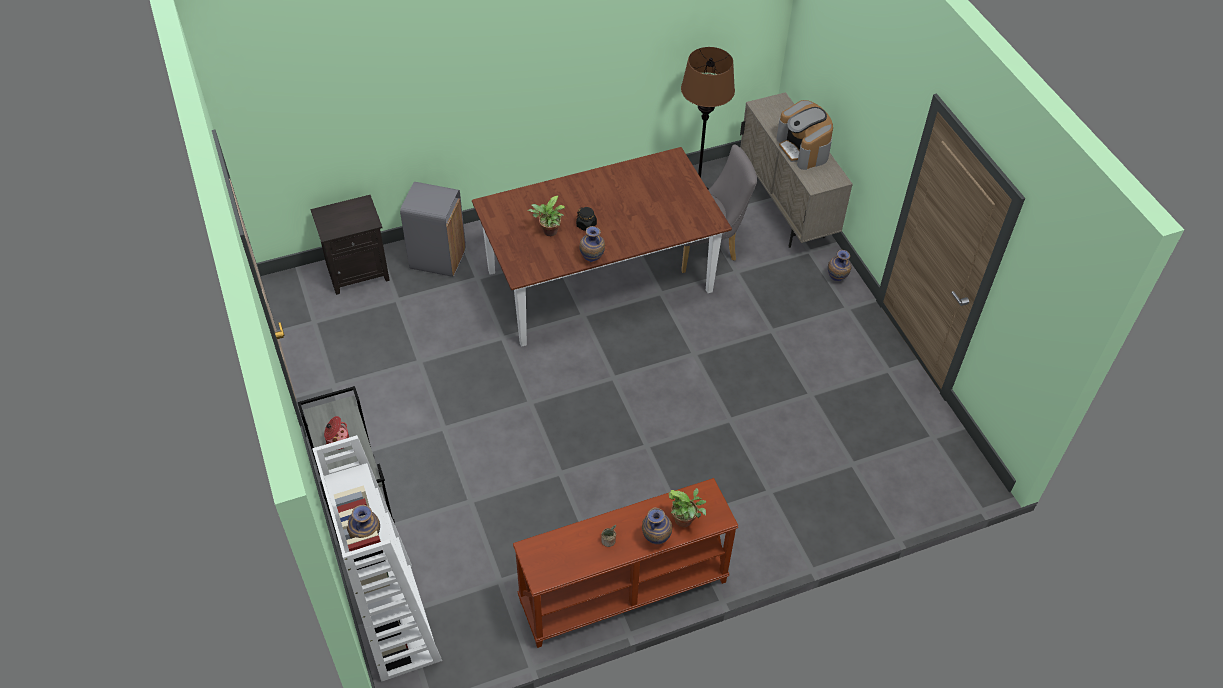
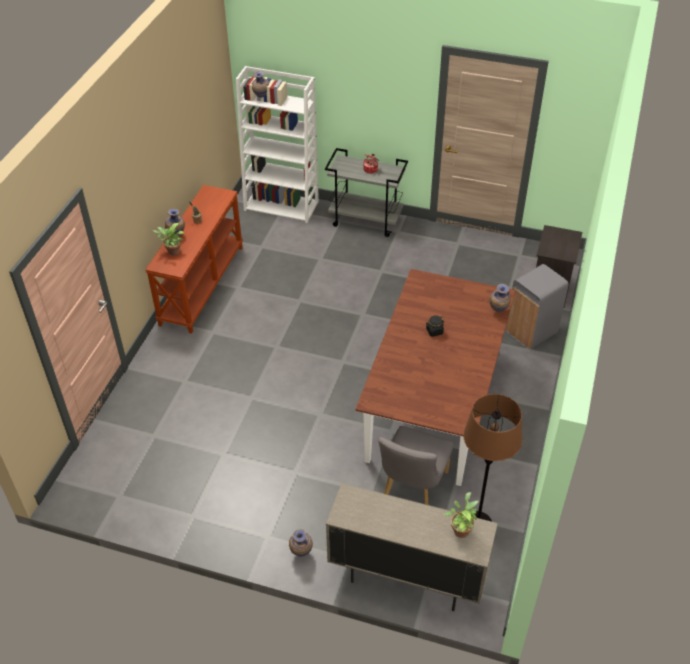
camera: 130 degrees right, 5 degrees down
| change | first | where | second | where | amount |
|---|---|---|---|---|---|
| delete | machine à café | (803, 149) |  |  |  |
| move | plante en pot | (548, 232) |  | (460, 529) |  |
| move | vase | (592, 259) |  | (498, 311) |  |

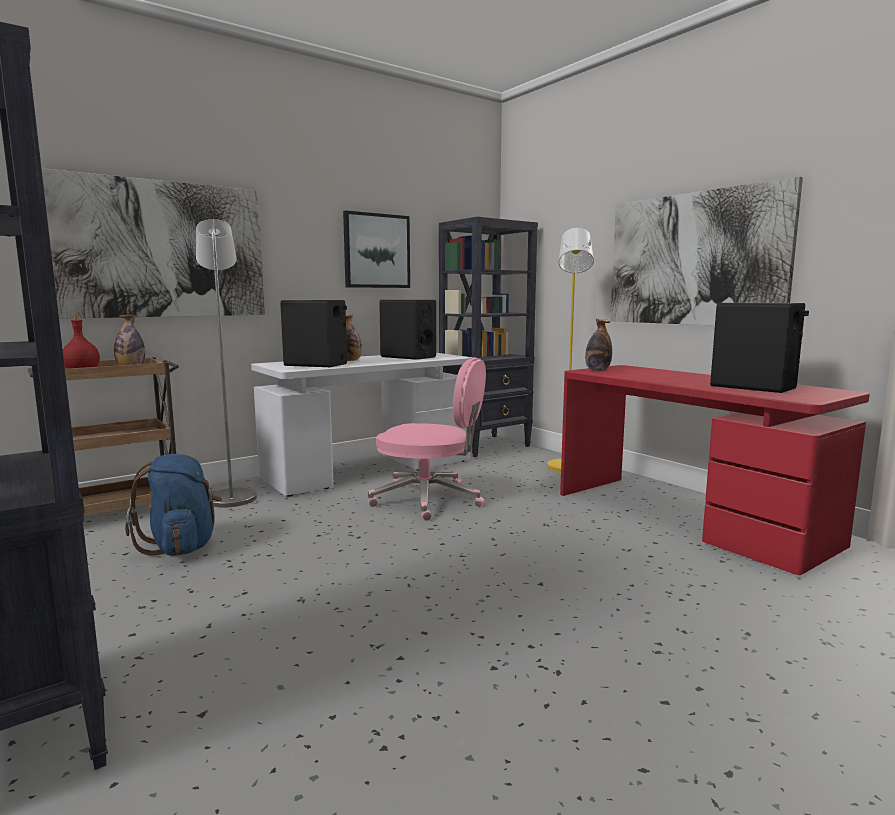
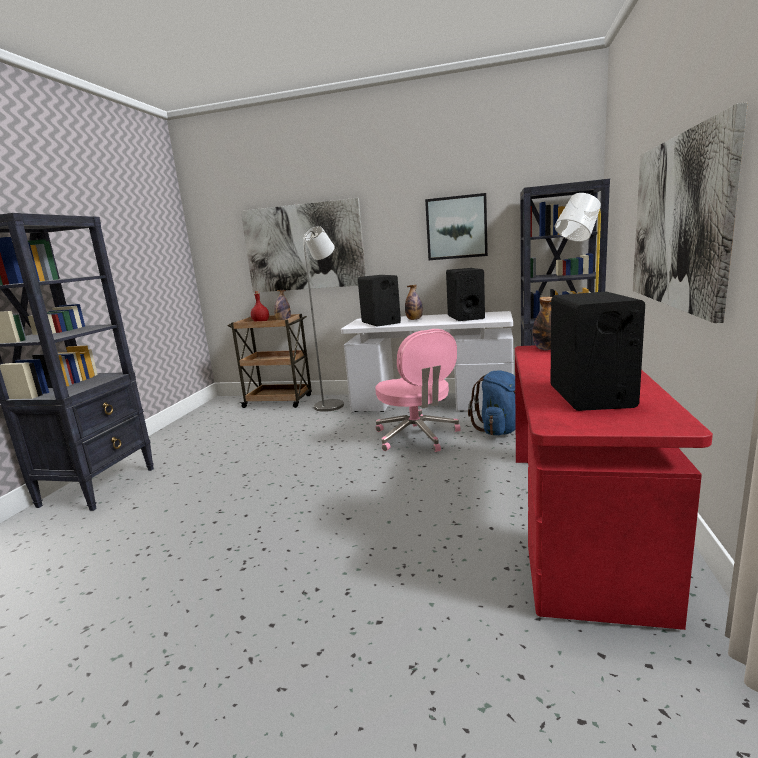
camera: 50 degrees right, 5 degrees up
| change | first | where | second | where | amount |
|---|---|---|---|---|---|
| move | sac à dos [bleu] | (181, 546) |  | (500, 430) |  |

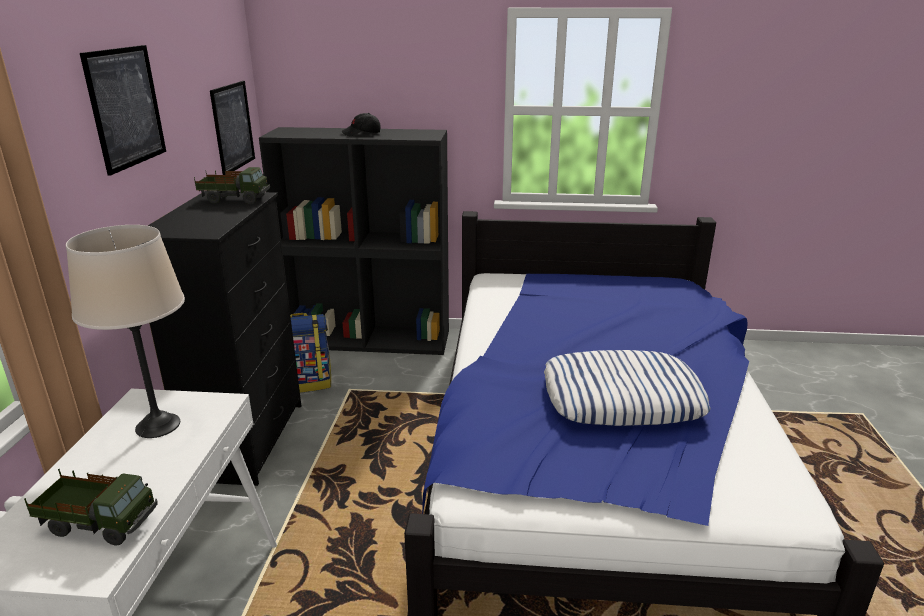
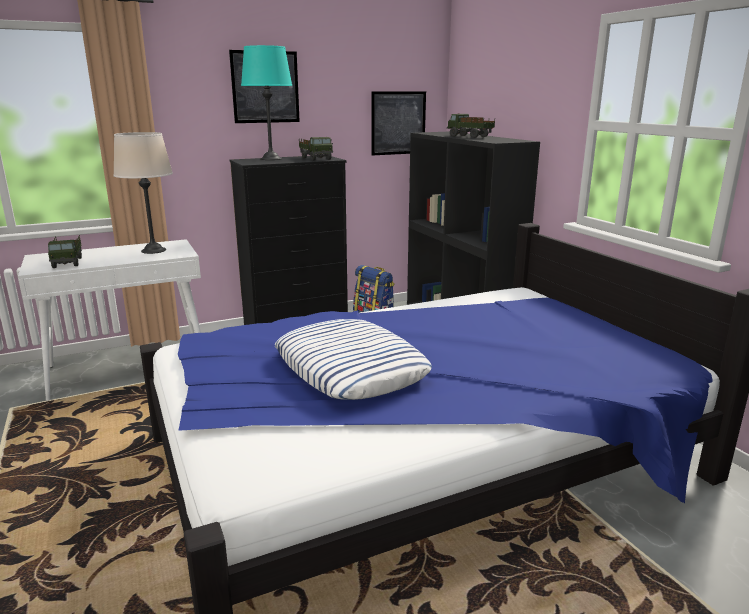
camera: 60 degrees right, 5 degrees down
| change | first | where | second | where | amount |
|---|---|---|---|---|---|
| insert |  |  | lampe de table [turquoise] | (271, 159) |  |
| replace | casquette [noir] | (361, 134) | camion jouet | (469, 136) |  |

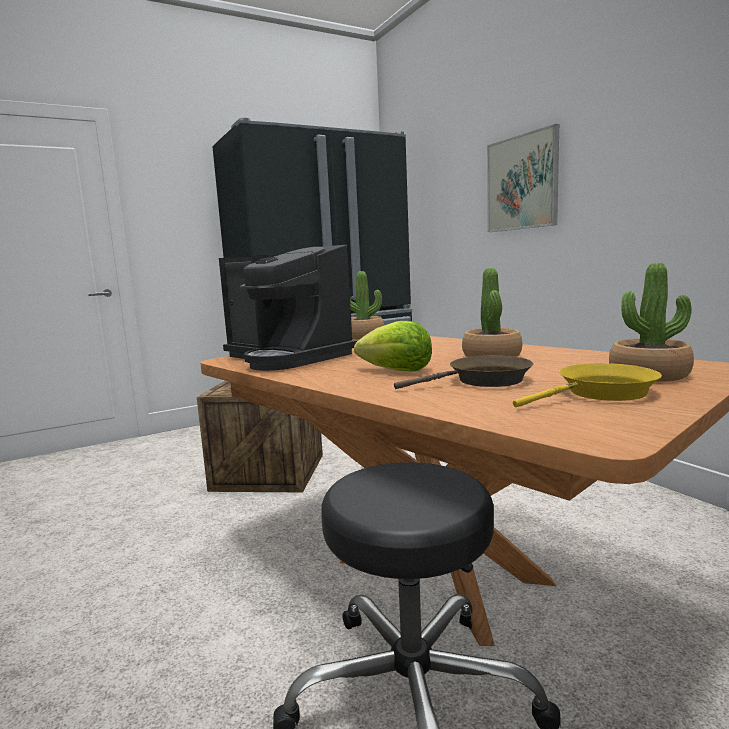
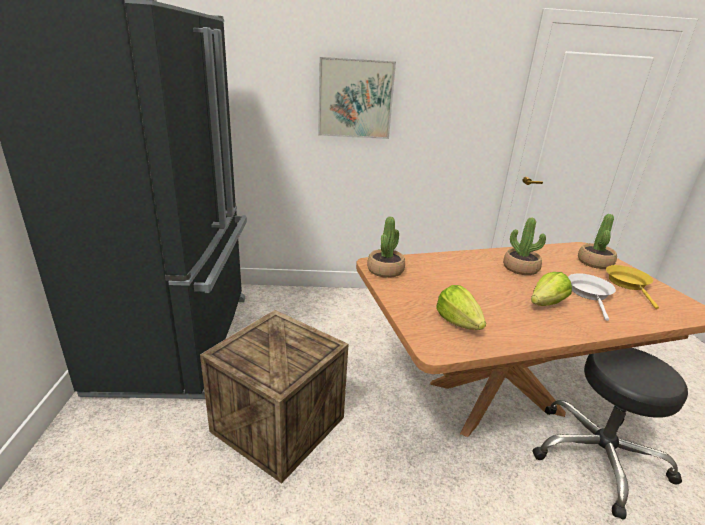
camera: 65 degrees left, 15 degrees up
| change | first | where | second | where | amount |
|---|---|---|---|---|---|
| replace | machine à café | (288, 358) | laitue | (458, 322) |  |
| recolor | poêle [marron] | (483, 381) | poêle [blanc] | (590, 294) |  |

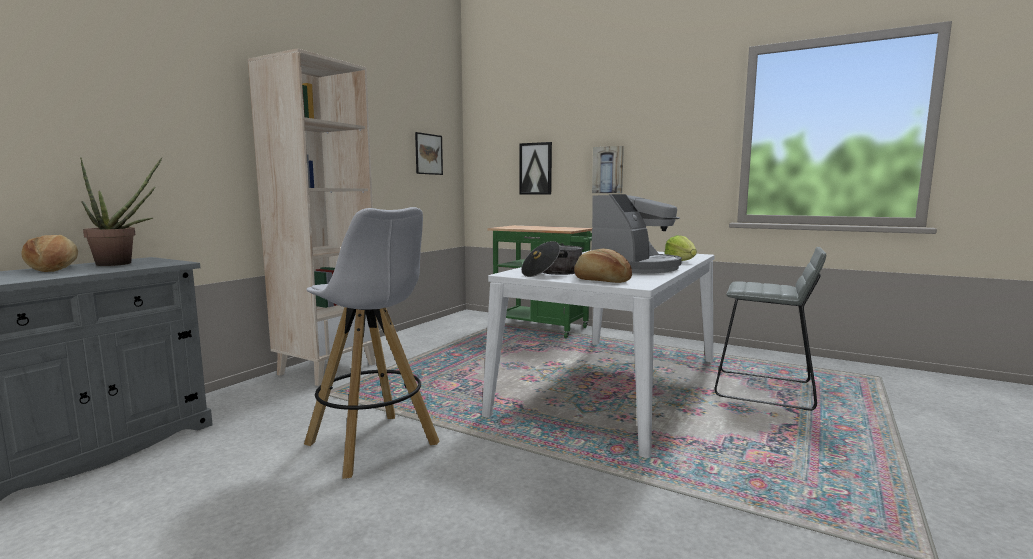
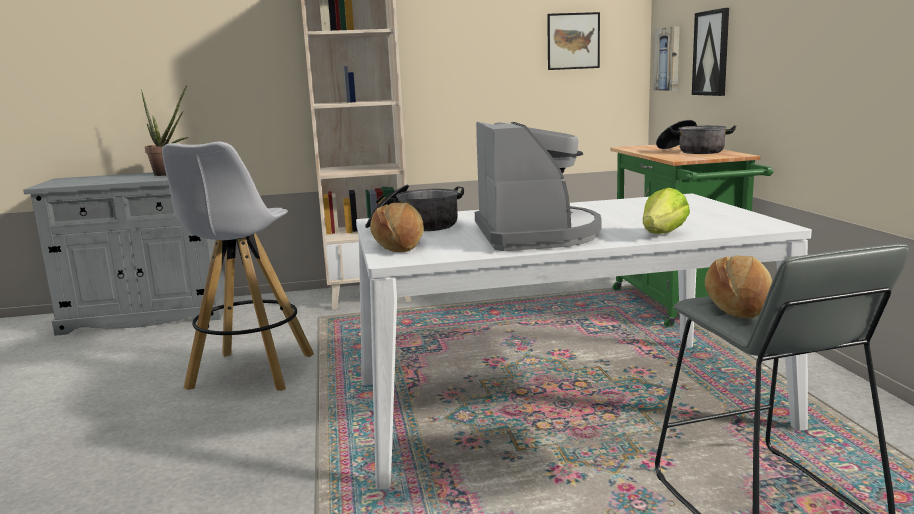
camera: 50 degrees right, 5 degrees up
| change | first | where | second | where | amount |
|---|---|---|---|---|---|
| insert |  |  | marmite | (692, 151) |  |
| move | pain | (55, 269) |  | (739, 306) |  |
| move | tableau | (608, 170) |  | (668, 59) |  |
| rotate | machine à café | (635, 268) |  | (536, 234) | 90 degrees counterclockwise |

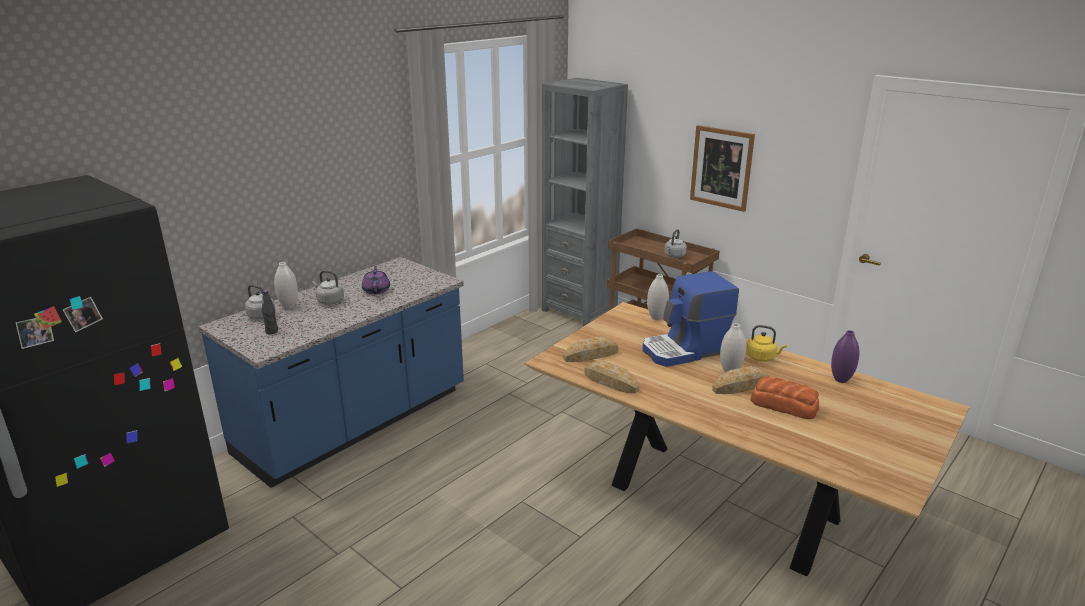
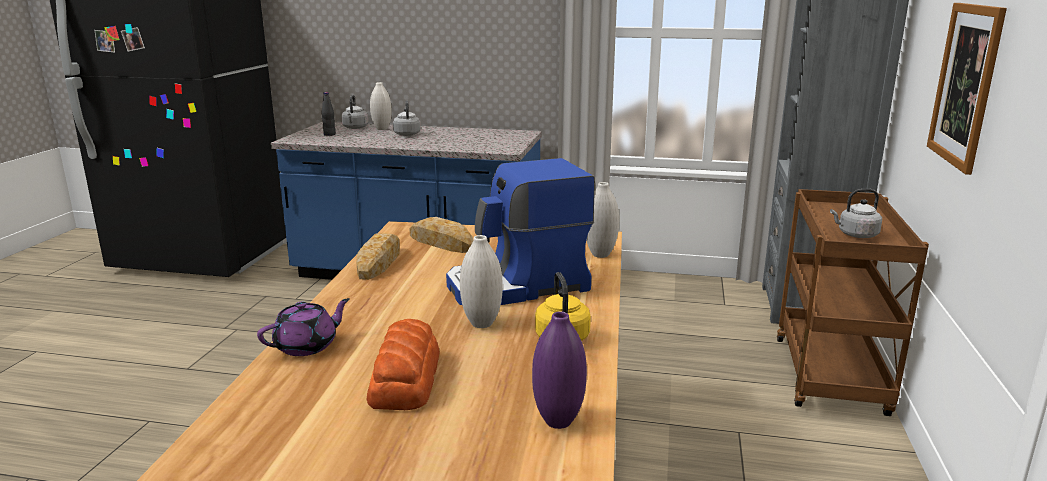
camera: 60 degrees right, 5 degrees down
| change | first | where | second | where | amount |
|---|---|---|---|---|---|
| delete | pain | (740, 386) |  |  |  |
| move | théière [violet] | (376, 290) |  | (307, 346) |  |
| rotate | machine à café | (686, 350) |  | (519, 286) | 60 degrees counterclockwise |

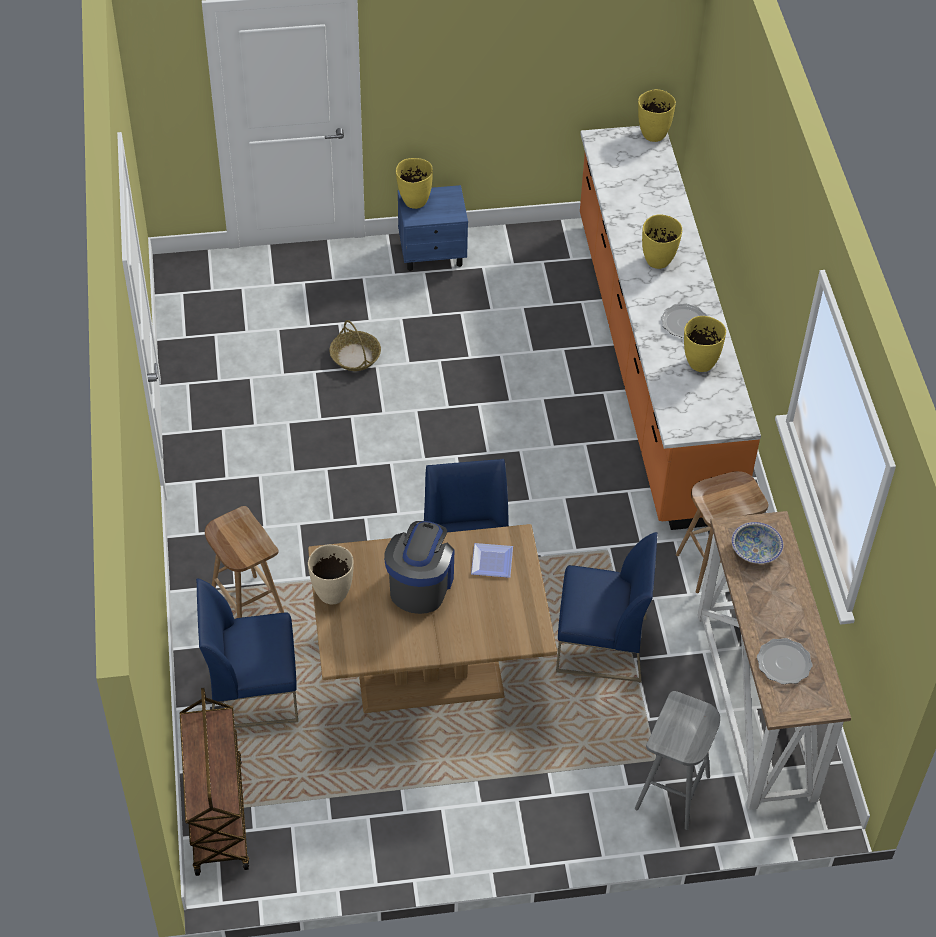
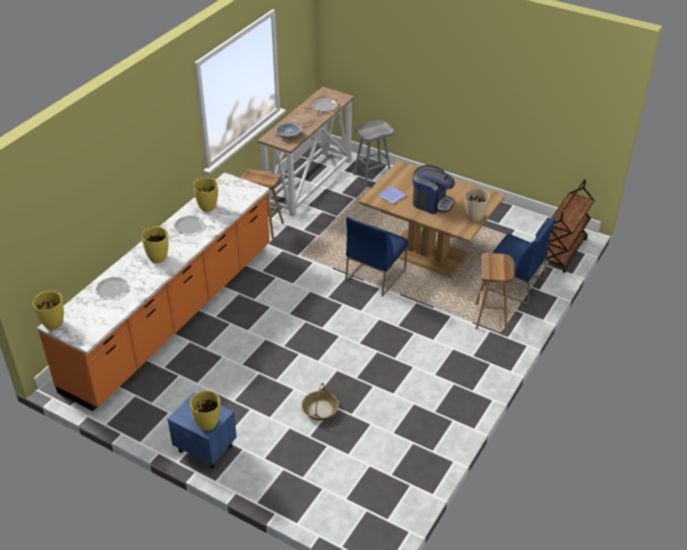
camera: 140 degrees left, 10 degrees down
| change | first | where | second | where | amount |
|---|---|---|---|---|---|
| delete | chaise [bleu] | (600, 645) |  |  |  |
| insert |  |  | assiette | (112, 289) |  |
| rotate | machine à café | (420, 584) |  | (431, 203) | 120 degrees counterclockwise |

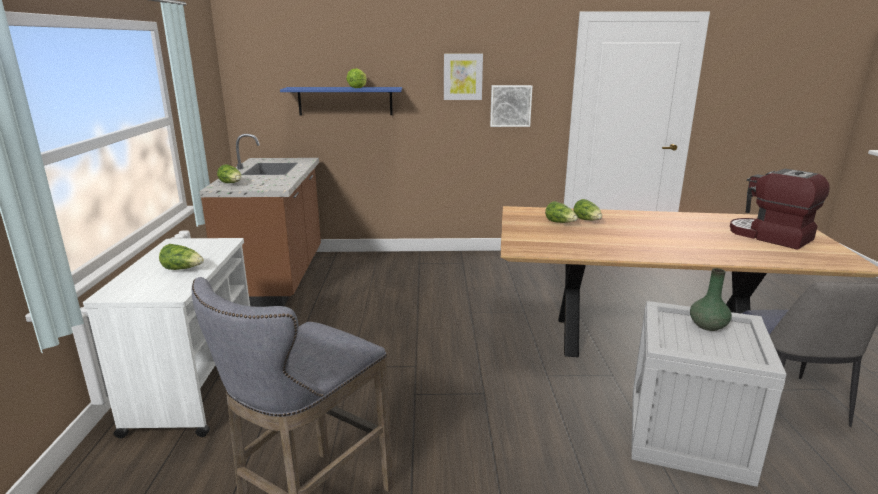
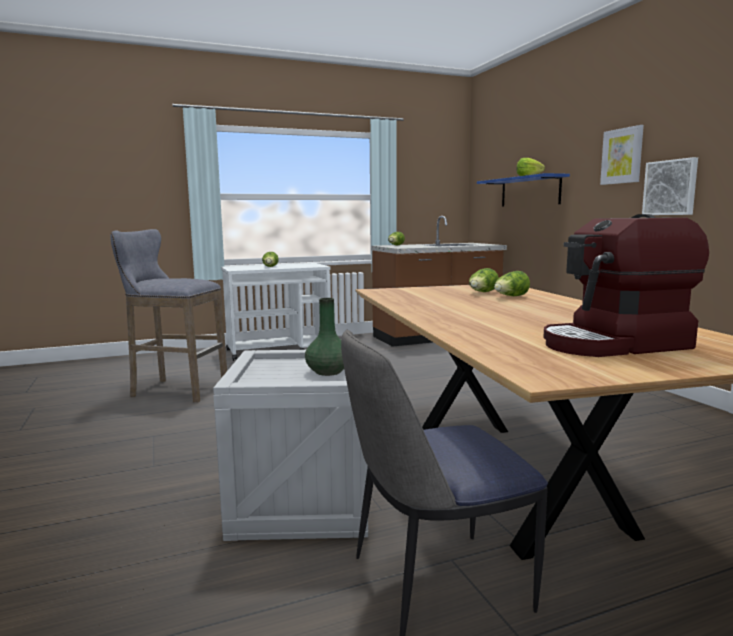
camera: 70 degrees right, 10 degrees down
| change | first | where | second | where | amount |
|---|---|---|---|---|---|
| rotate | machine à café | (770, 236) |  | (615, 344) | 135 degrees counterclockwise |

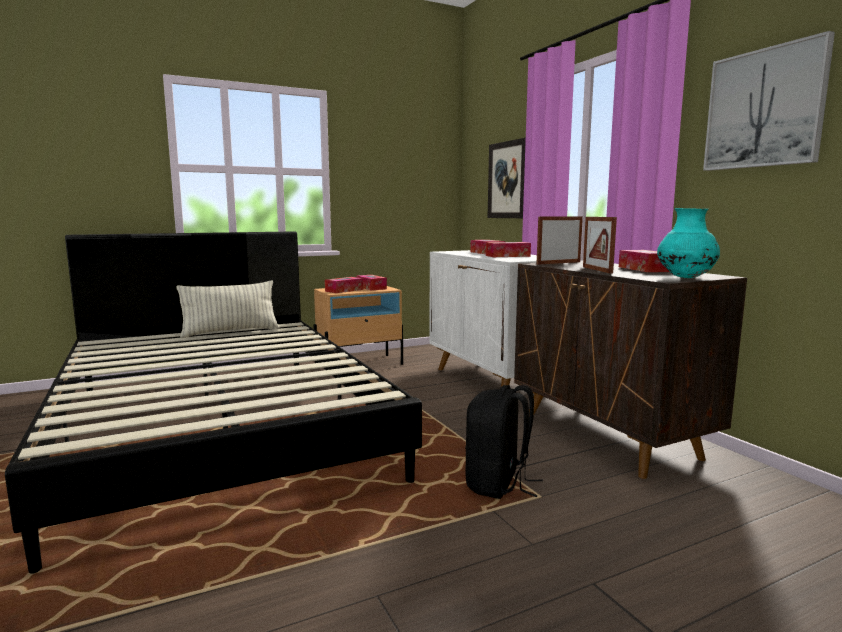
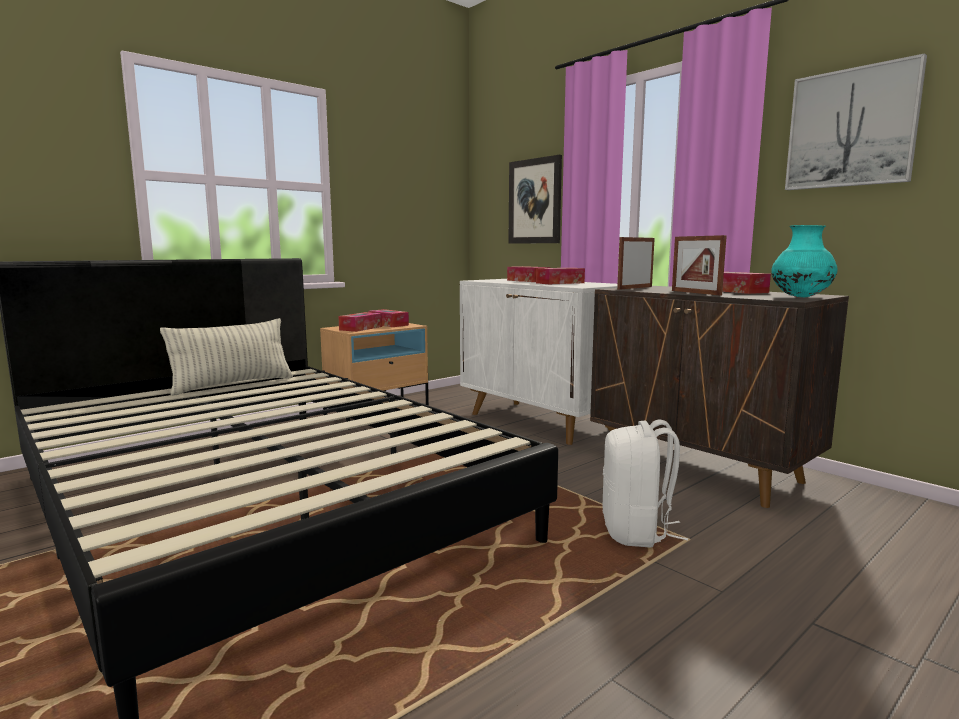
camera: 15 degrees left, 0 degrees up
| change | first | where | second | where | amount |
|---|---|---|---|---|---|
| recolor | sac à dos [noir] | (498, 484) | sac à dos [blanc] | (636, 532) |  |

